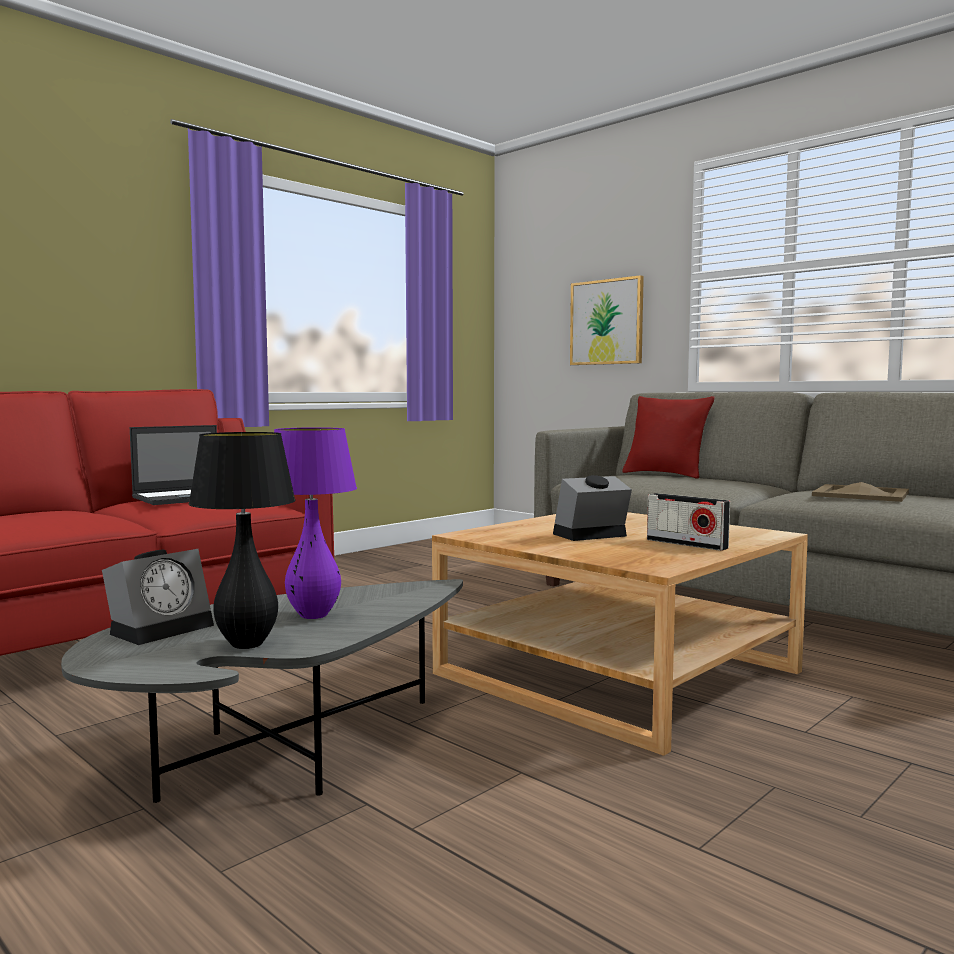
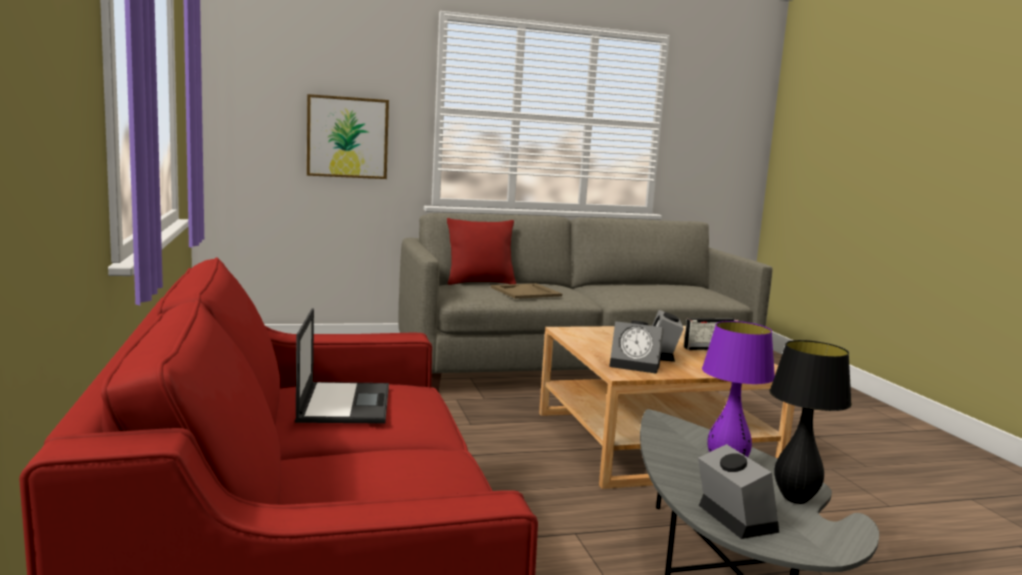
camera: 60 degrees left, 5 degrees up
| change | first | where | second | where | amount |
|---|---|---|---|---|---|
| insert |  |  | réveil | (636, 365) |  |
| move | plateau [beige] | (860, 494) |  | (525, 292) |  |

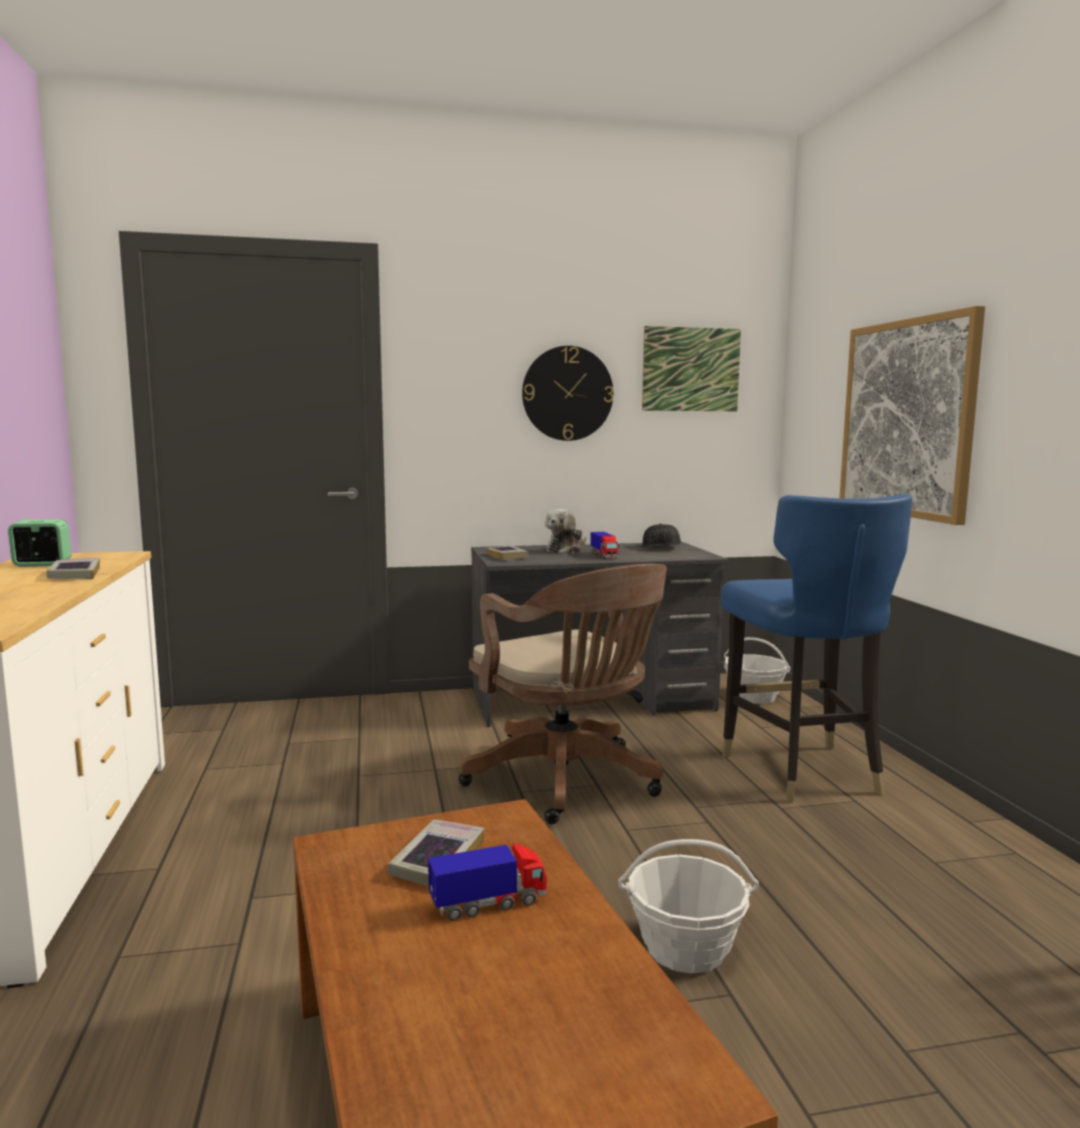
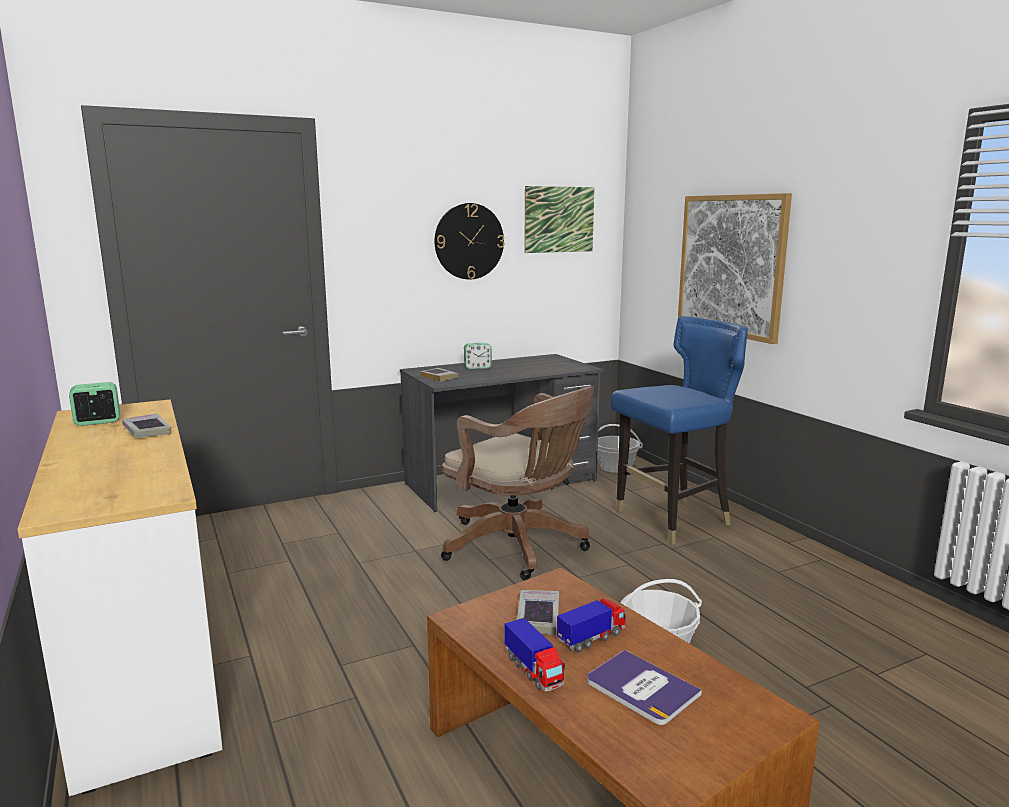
camera: 15 degrees left, 5 degrees up
| change | first | where | second | where | amount |
|---|---|---|---|---|---|
| delete | casquette [noir] | (661, 548) |  |  |  |
| insert |  |  | livre | (641, 688) |  |
| move | camion jouet | (604, 556) |  | (533, 671) |  |
| replace | peluche | (566, 549) | réveil | (477, 367) |  |
| rotate | chaise [bleu] | (801, 771) |  | (673, 520) | 90 degrees counterclockwise |

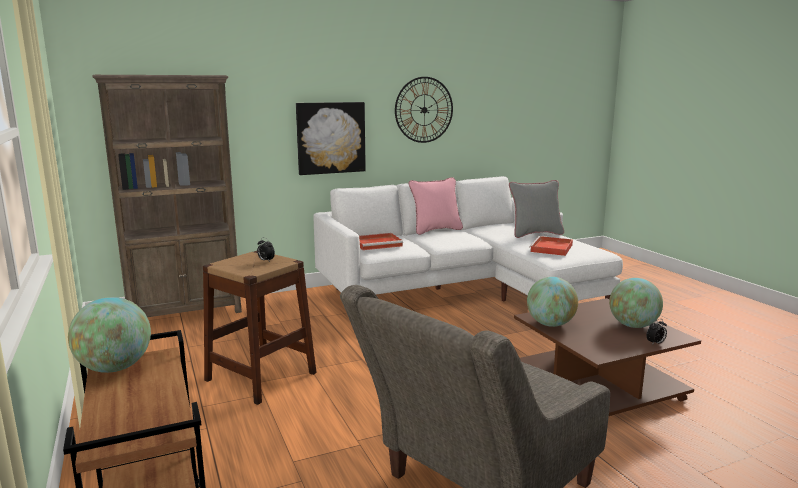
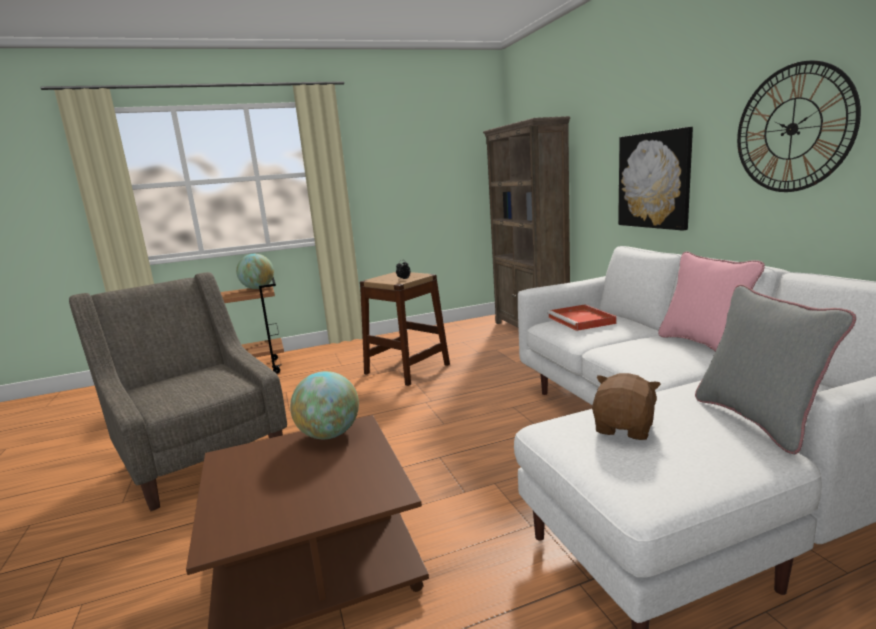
camera: 95 degrees right, 0 degrees up
| change | first | where | second | where | amount |
|---|---|---|---|---|---|
| delete | globe | (633, 325) |  |  |  |
| delete | réveil | (655, 343) |  |  |  |
| replace | plateau [rouge] | (551, 248) | peluche [marron] | (624, 428) |  |

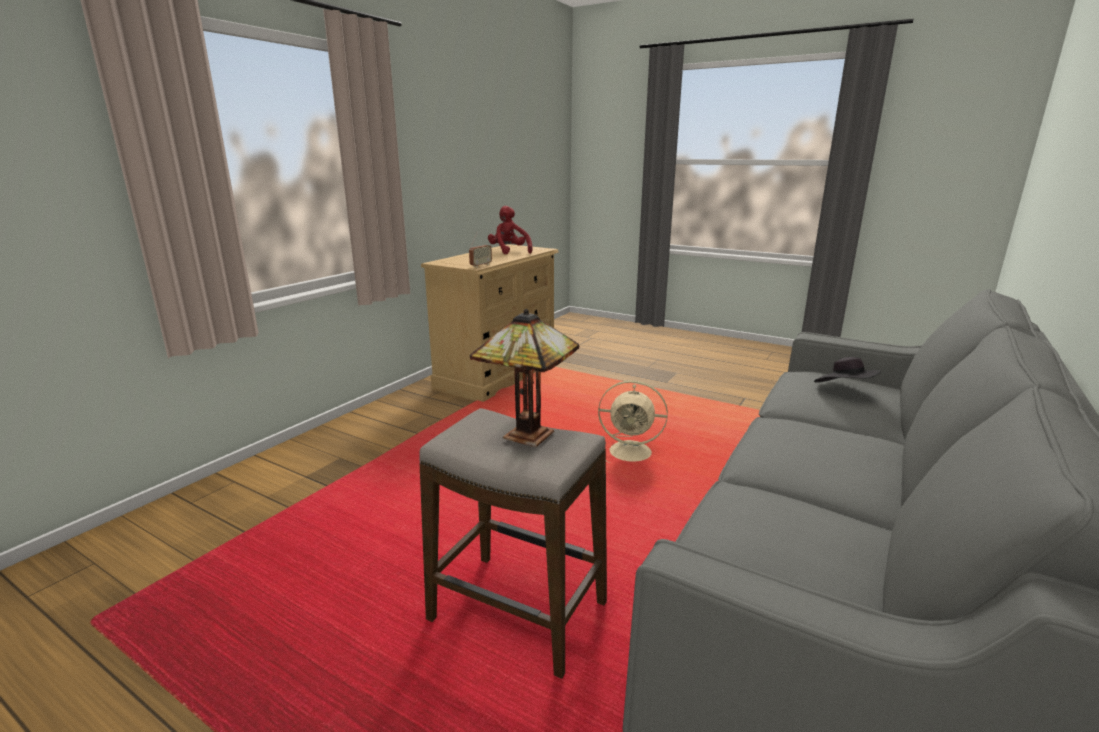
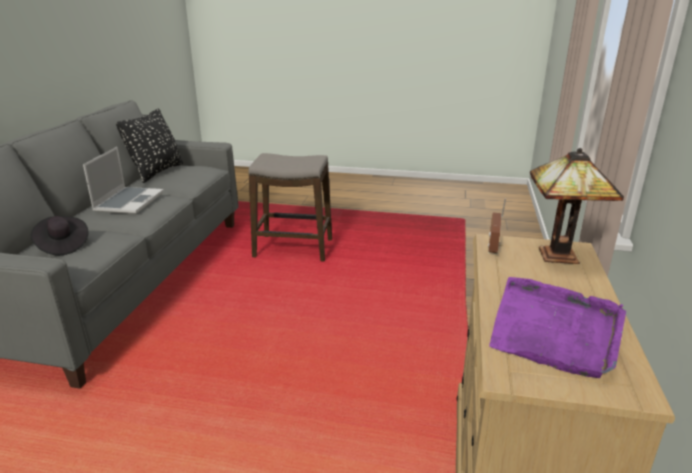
camera: 160 degrees right, 5 degrees up
| change | first | where | second | where | amount |
|---|---|---|---|---|---|
| delete | ventilateur [beige] | (632, 452) |  |  |  |
| insert |  |  | ordinateur portable | (129, 201) |  |
| insert |  |  | coussin [noir] | (156, 172) |  |
| move | lampe de table | (524, 435) |  | (561, 255) |  |
| replace | peluche [rouge] | (509, 252) | plateau [violet] | (554, 330) |  |

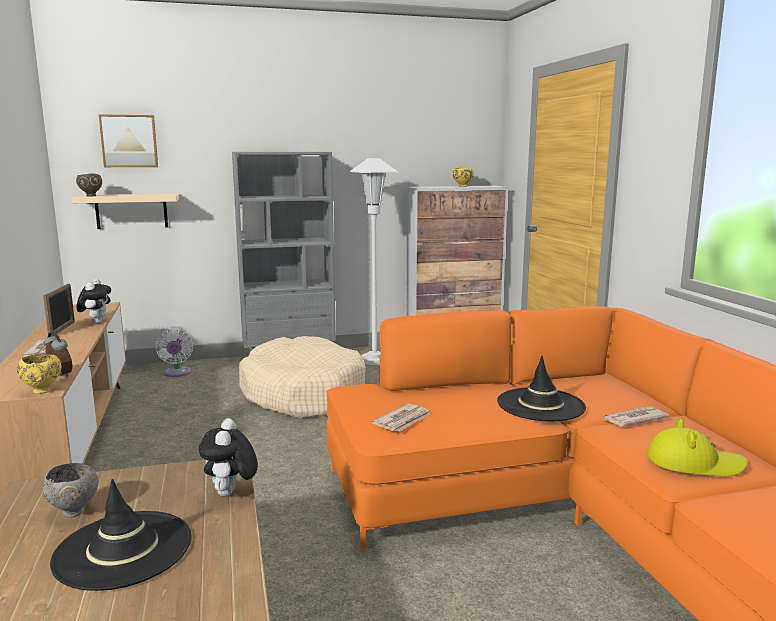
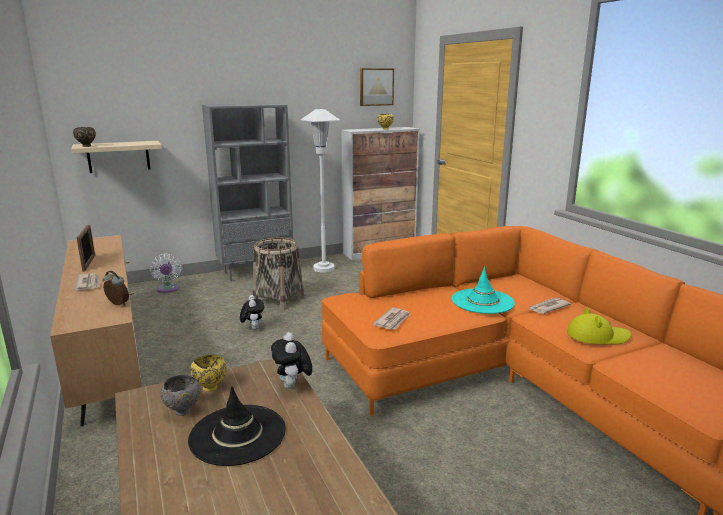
camera: 10 degrees left, 5 degrees up
| change | first | where | second | where | amount |
|---|---|---|---|---|---|
| move | bol [jaune] | (43, 391) |  | (210, 387) |  |
| move | peluche | (96, 322) |  | (253, 328) |  |
| move | tableau | (129, 141) |  | (376, 87) |  |
| replace | panier pour chien [beige] | (303, 394) | panier | (279, 300) |  |
| recolor | chapeau [noir] | (541, 405) | chapeau [turquoise] | (482, 301) |  |

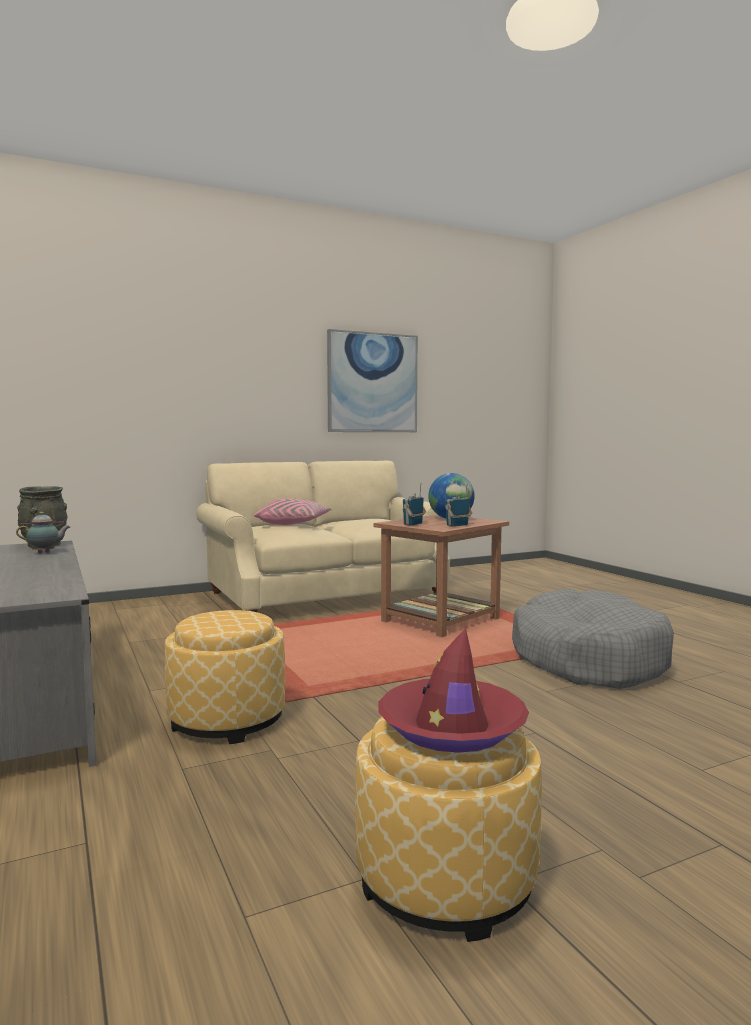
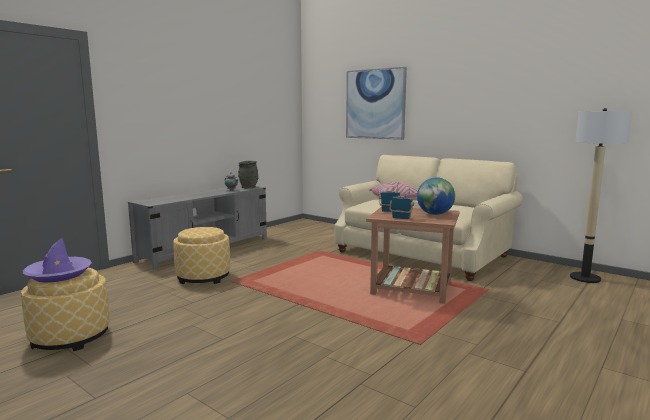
camera: 65 degrees right, 5 degrees up
| change | first | where | second | where | amount |
|---|---|---|---|---|---|
| delete | panier pour chien [gris] | (587, 659) |  |  |  |
| insert |  |  | lampadaire | (585, 278) |  |
| move | tableau | (372, 383) |  | (375, 104) |  |
| recolor | chapeau [rouge] | (452, 727) | chapeau [violet] | (58, 274) |  |

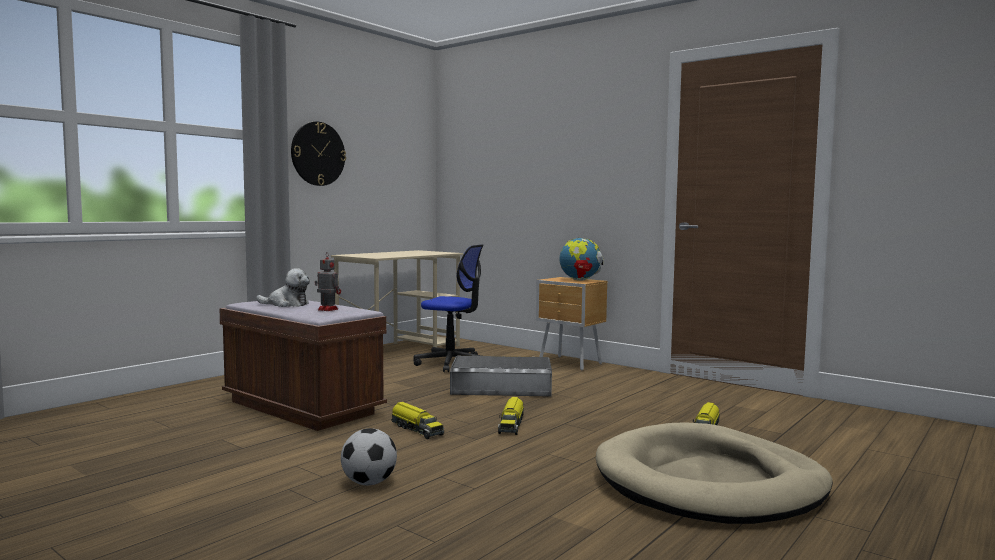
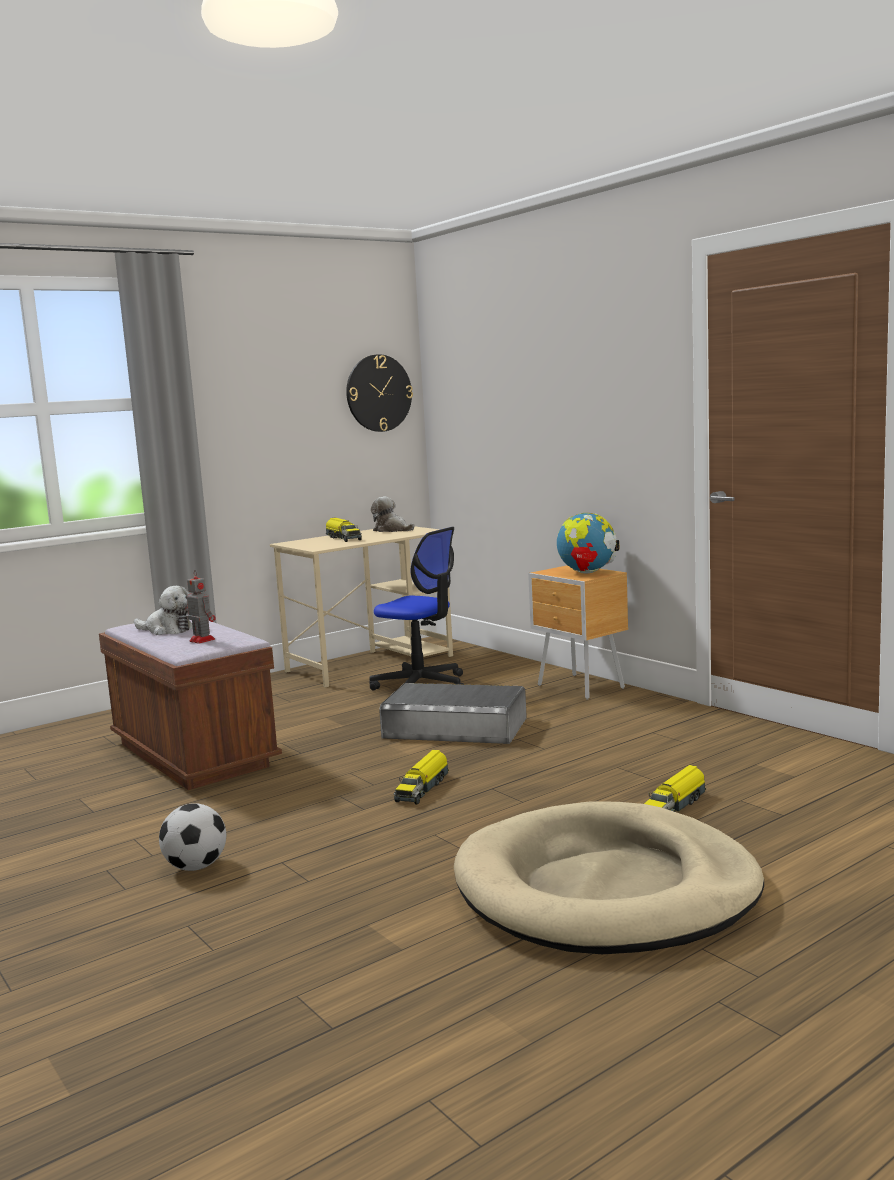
camera: 15 degrees right, 5 degrees up
| change | first | where | second | where | amount |
|---|---|---|---|---|---|
| insert |  |  | peluche | (392, 530) |  |
| move | horloge murale | (318, 154) |  | (378, 393) |  |
| move | camion jouet | (416, 429) |  | (343, 538) |  |

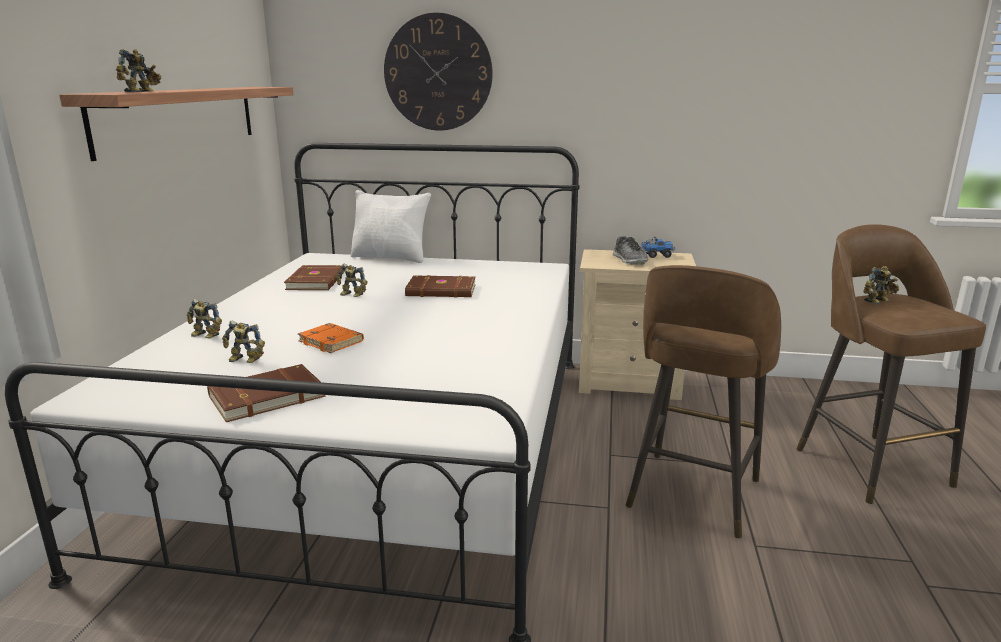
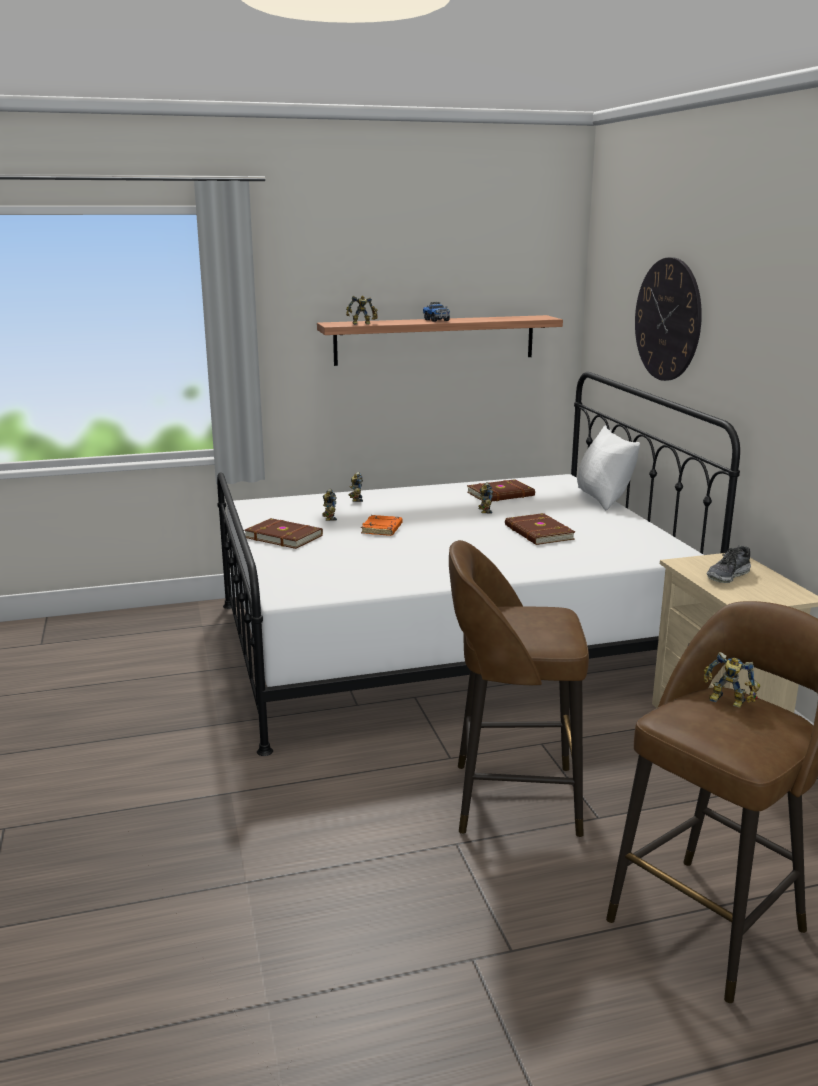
camera: 65 degrees right, 0 degrees up
| change | first | where | second | where | amount |
|---|---|---|---|---|---|
| move | camion jouet | (657, 255) |  | (436, 320) |  |

